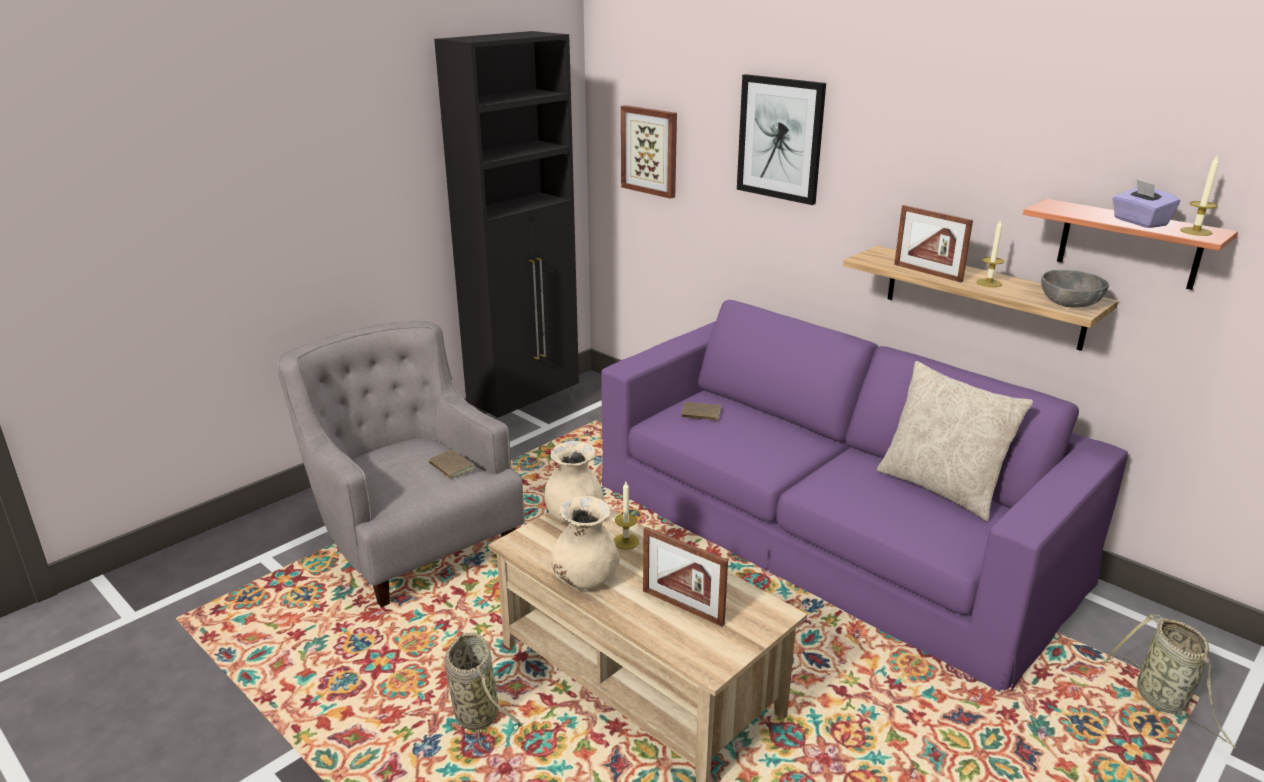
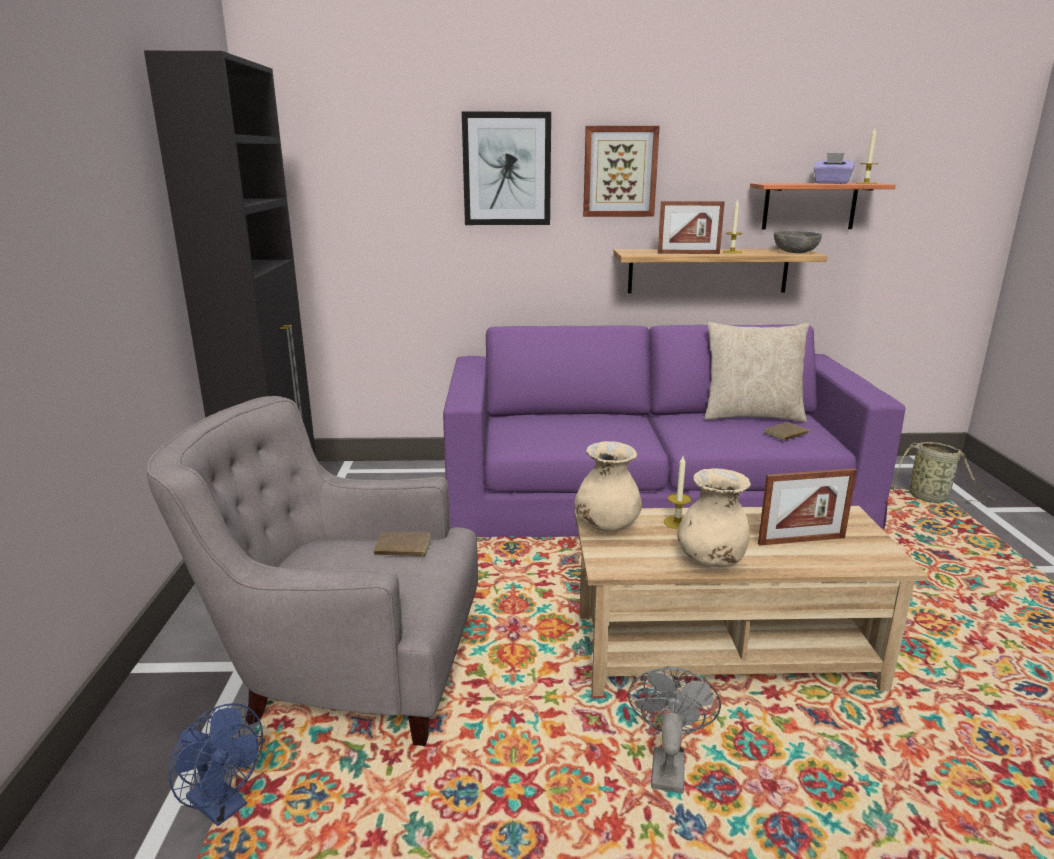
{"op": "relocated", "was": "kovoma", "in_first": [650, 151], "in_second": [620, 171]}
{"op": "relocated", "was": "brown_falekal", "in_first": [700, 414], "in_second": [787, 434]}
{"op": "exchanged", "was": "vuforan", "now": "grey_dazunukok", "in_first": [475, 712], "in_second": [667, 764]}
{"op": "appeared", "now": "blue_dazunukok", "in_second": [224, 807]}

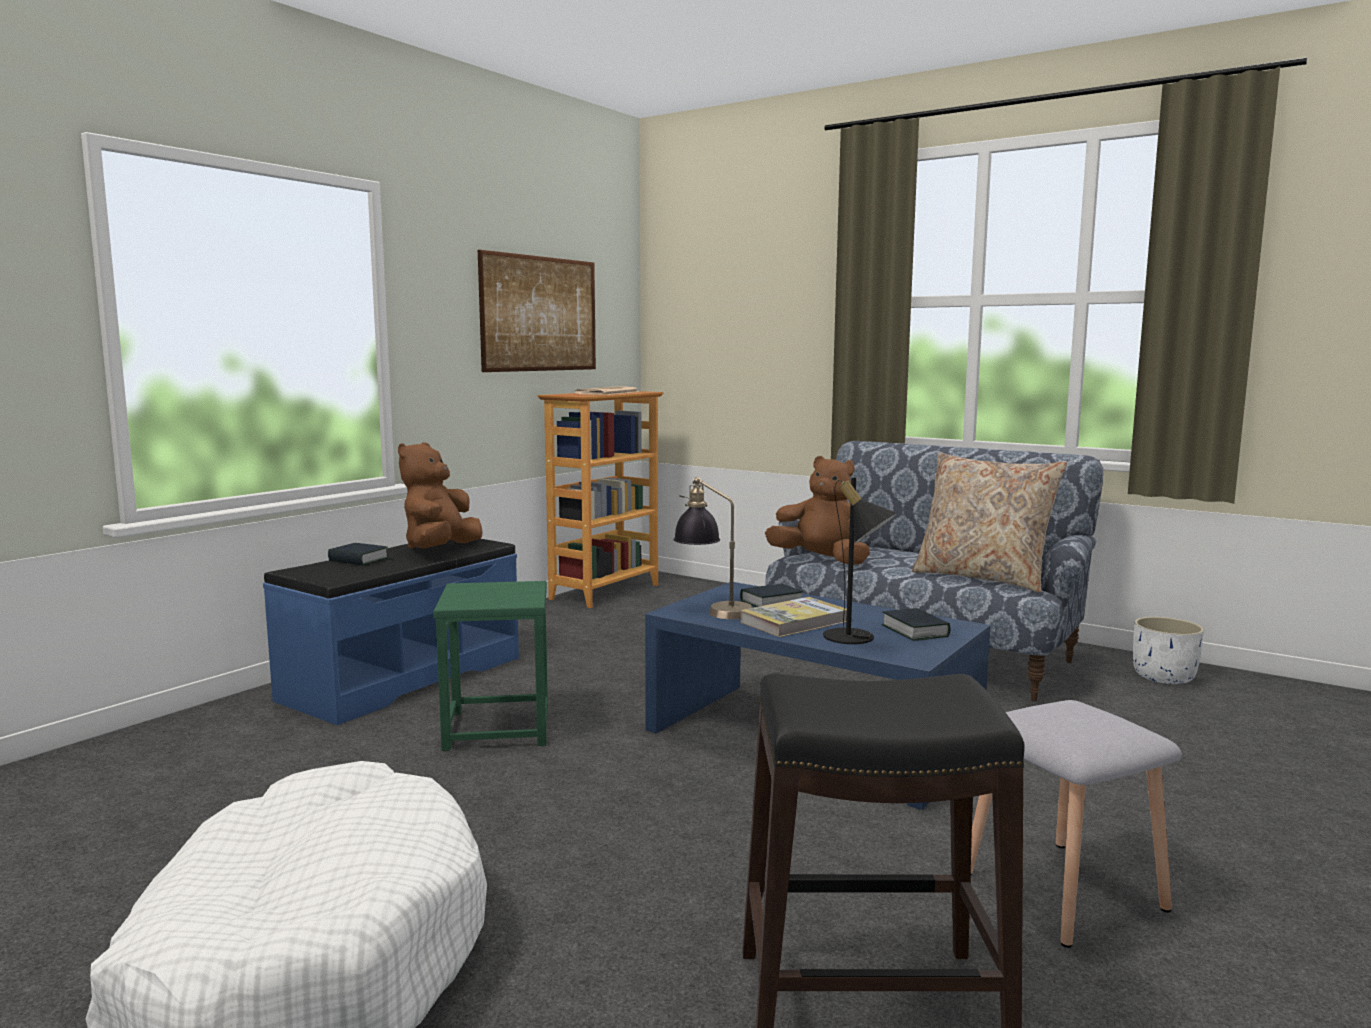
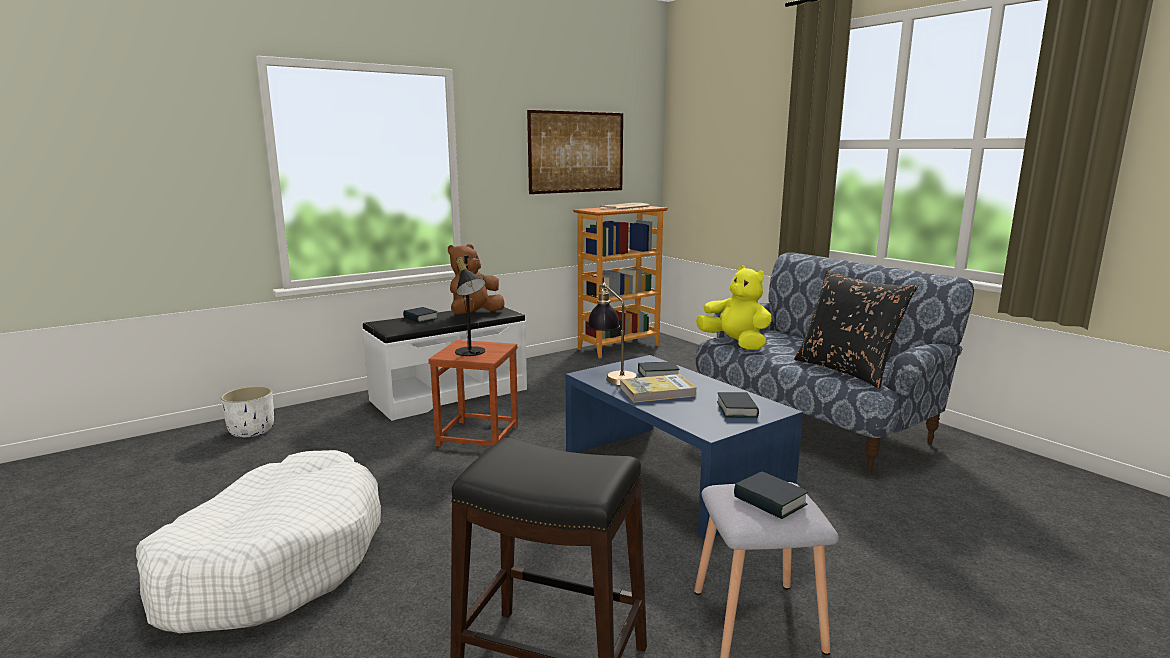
{"op": "colour", "was": "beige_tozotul", "now": "black_tozotul", "in_first": [983, 578], "in_second": [846, 370]}
{"op": "colour", "was": "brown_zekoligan", "now": "yellow_zekoligan", "in_first": [822, 560], "in_second": [735, 344]}
{"op": "relocated", "was": "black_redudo", "in_first": [856, 639], "in_second": [471, 353]}
{"op": "colour", "was": "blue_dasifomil", "now": "white_dasifomil", "in_first": [402, 678], "in_second": [449, 394]}
{"op": "colour", "was": "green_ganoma", "now": "brown_ganoma", "in_first": [498, 728], "in_second": [478, 436]}
{"op": "relocated", "was": "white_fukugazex", "in_first": [1164, 677], "in_second": [252, 431]}
{"op": "appeared", "now": "falekal", "in_second": [770, 501]}

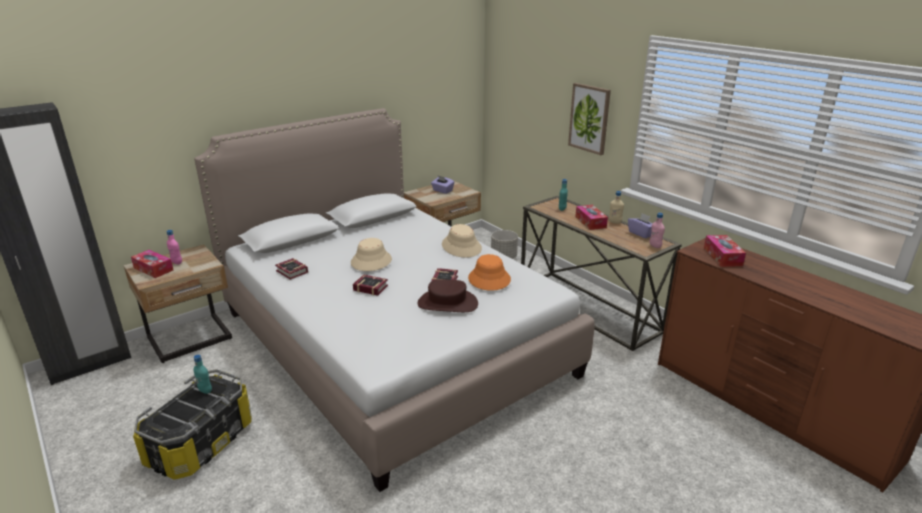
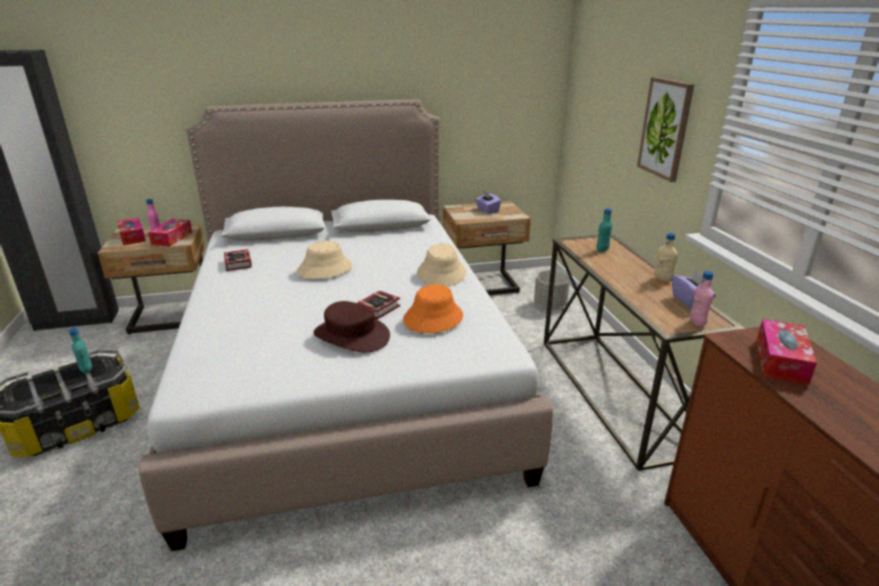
{"op": "relocated", "was": "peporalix", "in_first": [590, 222], "in_second": [172, 238]}
{"op": "missing", "was": "falekal", "in_first": [370, 287]}

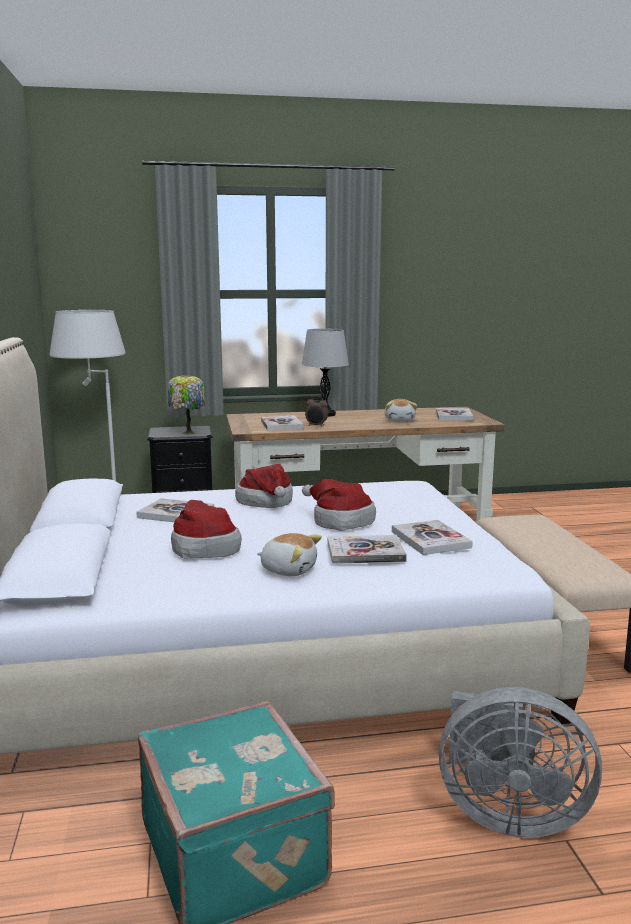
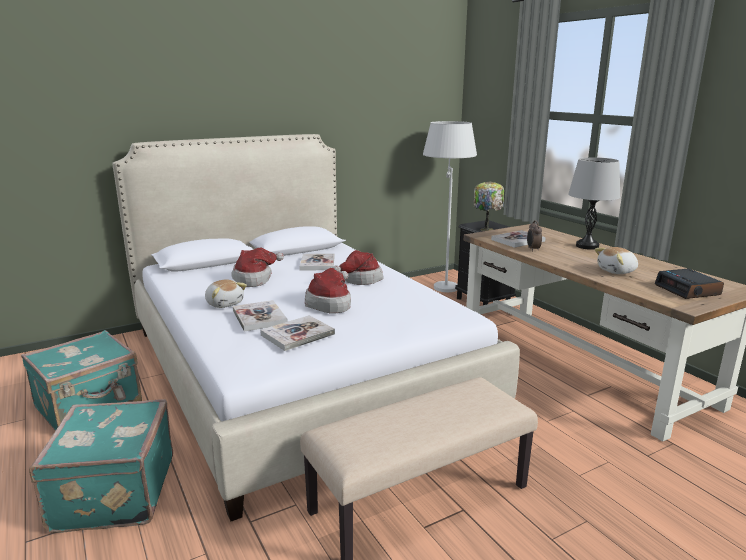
{"op": "exchanged", "was": "falekal", "now": "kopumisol", "in_first": [454, 416], "in_second": [688, 290]}
{"op": "spun", "was": "zekoligan", "in_first": [289, 569], "in_second": [225, 303], "clockwise": -45}
{"op": "exchanged", "was": "grey_dazunukok", "now": "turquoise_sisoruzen", "in_first": [506, 814], "in_second": [112, 493]}

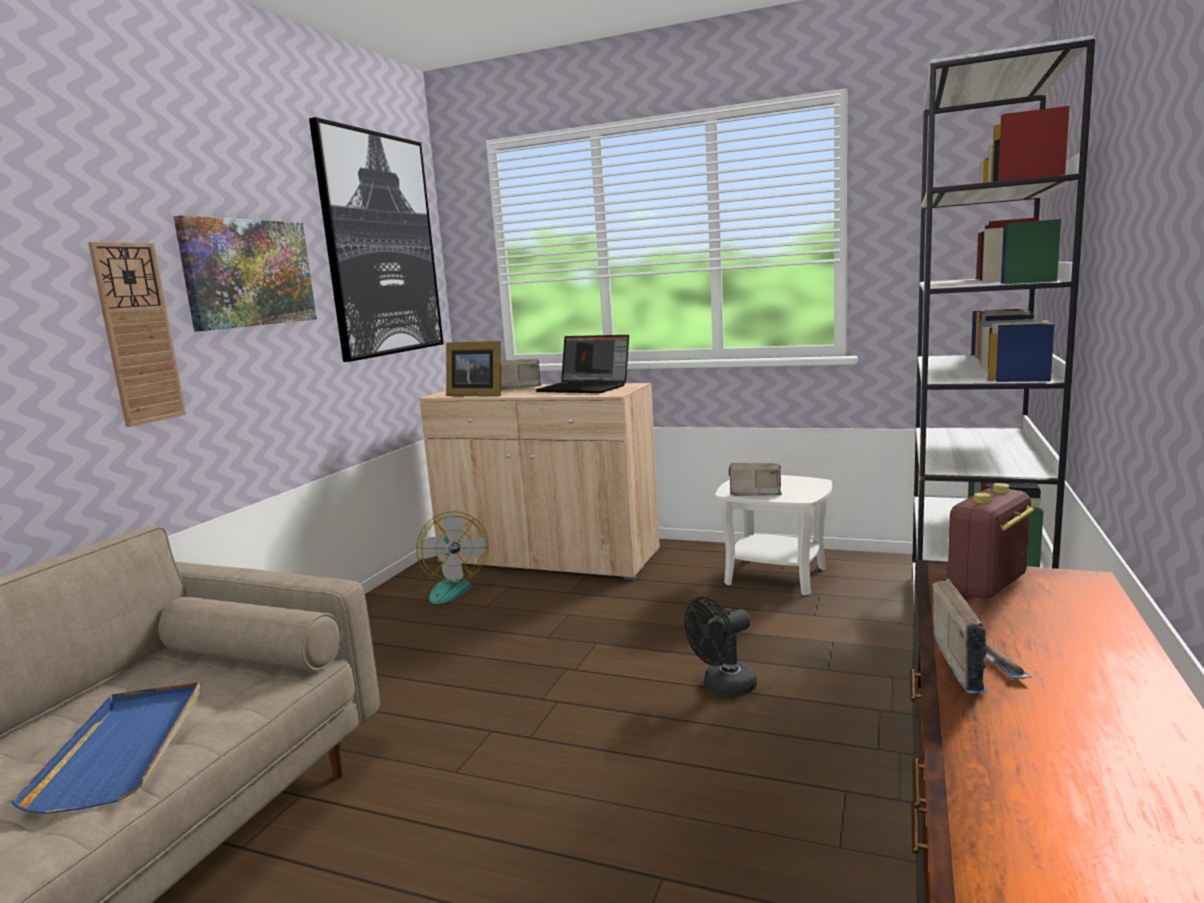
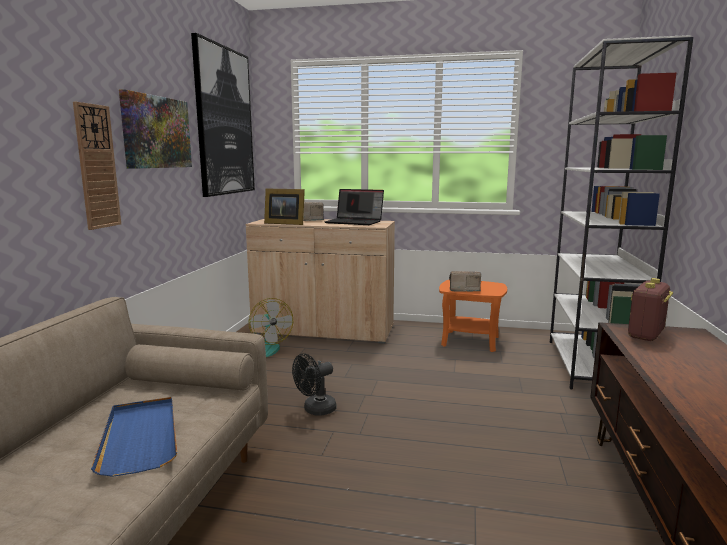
{"op": "colour", "was": "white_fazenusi", "now": "orange_fazenusi", "in_first": [776, 575], "in_second": [470, 341]}
{"op": "missing", "was": "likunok", "in_first": [973, 665]}
{"op": "relocated", "was": "black_dazunukok", "in_first": [723, 687], "in_second": [315, 410]}

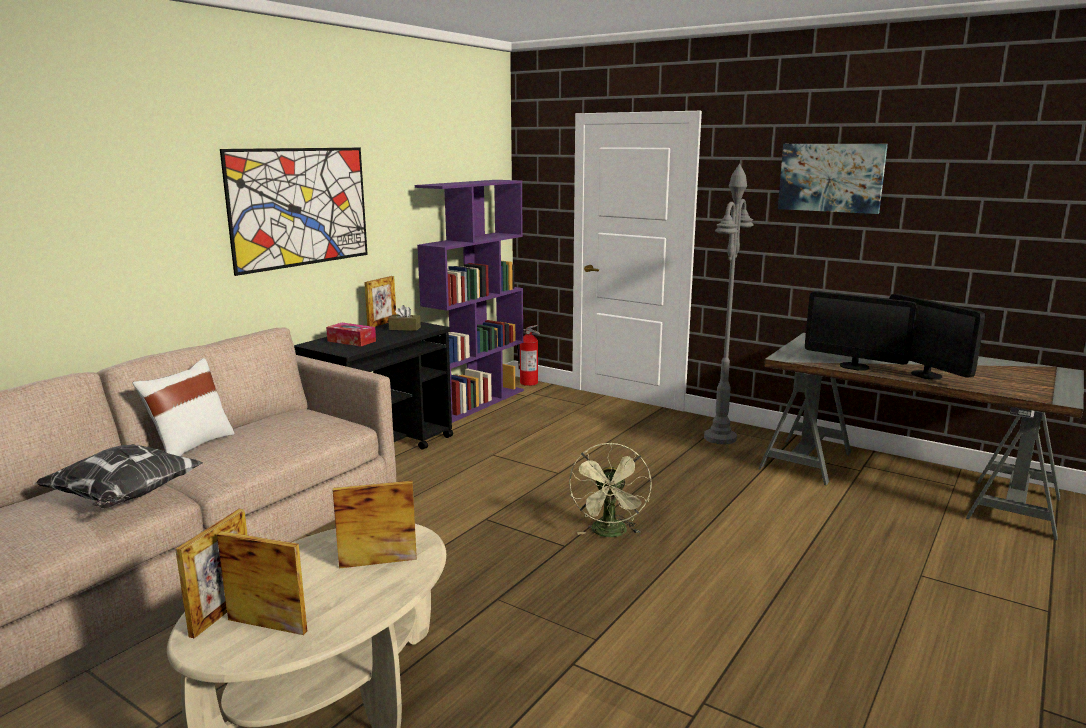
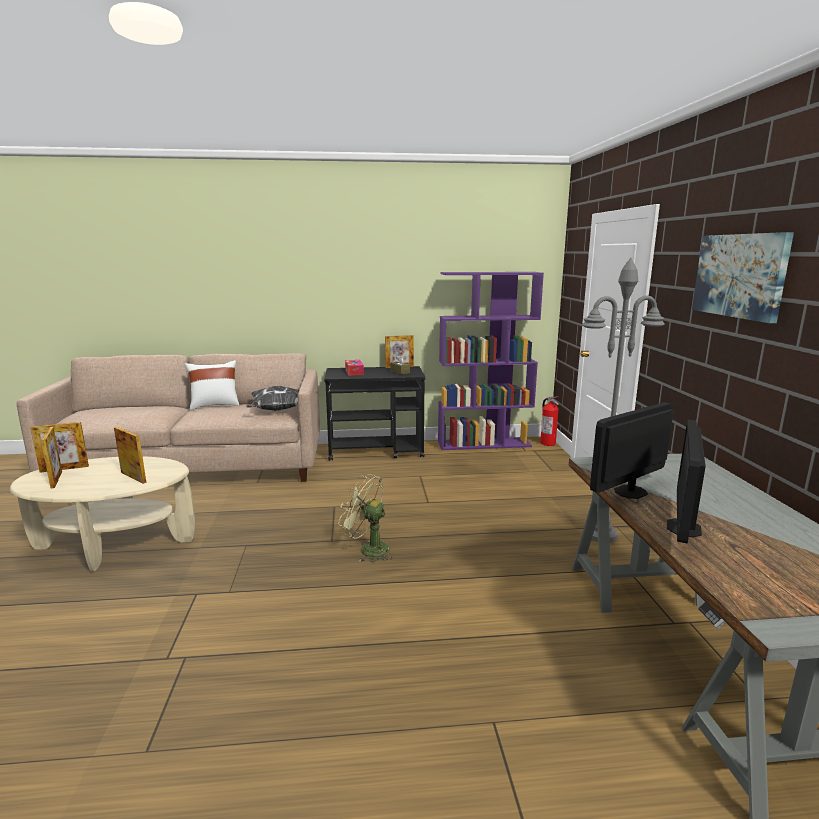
{"op": "missing", "was": "kovoma", "in_first": [300, 207]}
{"op": "spun", "was": "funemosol", "in_first": [854, 366], "in_second": [630, 492], "clockwise": 60}
{"op": "spun", "was": "green_dazunukok", "in_first": [610, 533], "in_second": [368, 549], "clockwise": 60}
{"op": "relocated", "was": "tozotul", "in_first": [125, 498], "in_second": [276, 410]}

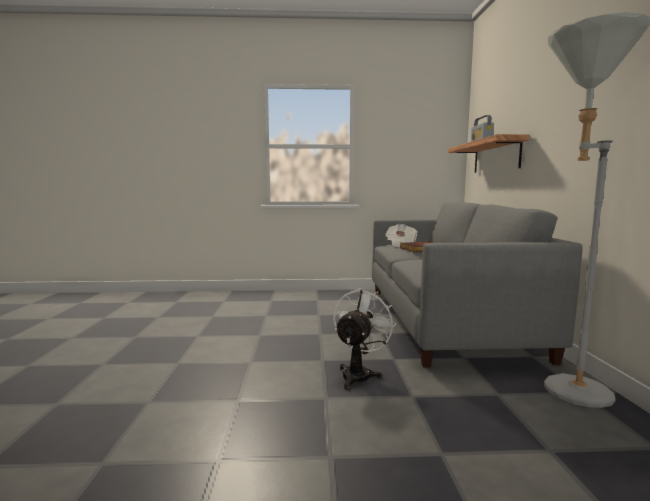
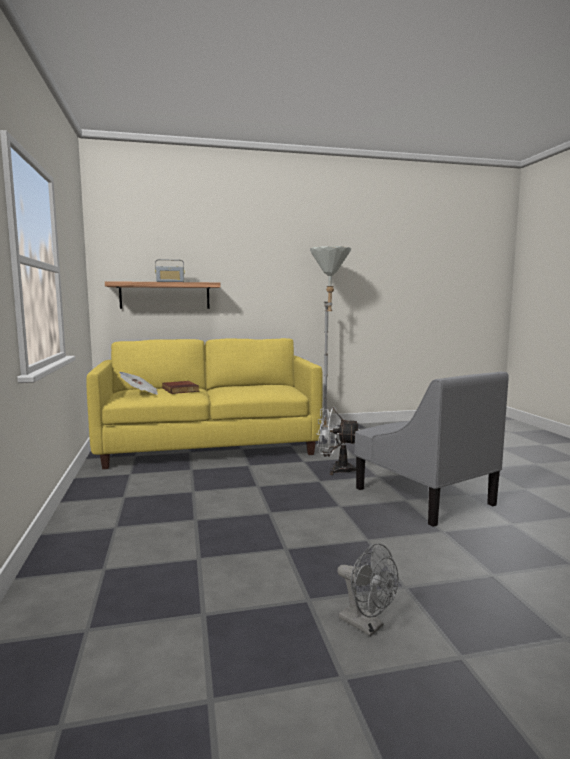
{"op": "colour", "was": "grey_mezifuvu", "now": "yellow_mezifuvu", "in_first": [444, 320], "in_second": [209, 446]}
{"op": "appeared", "now": "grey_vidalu", "in_second": [422, 496]}
{"op": "appeared", "now": "grey_dazunukok", "in_second": [367, 625]}

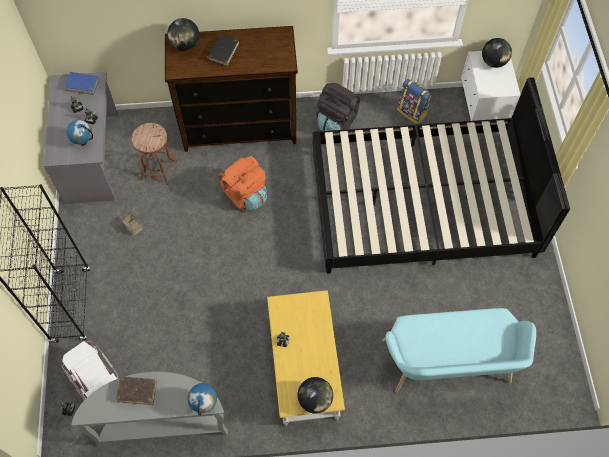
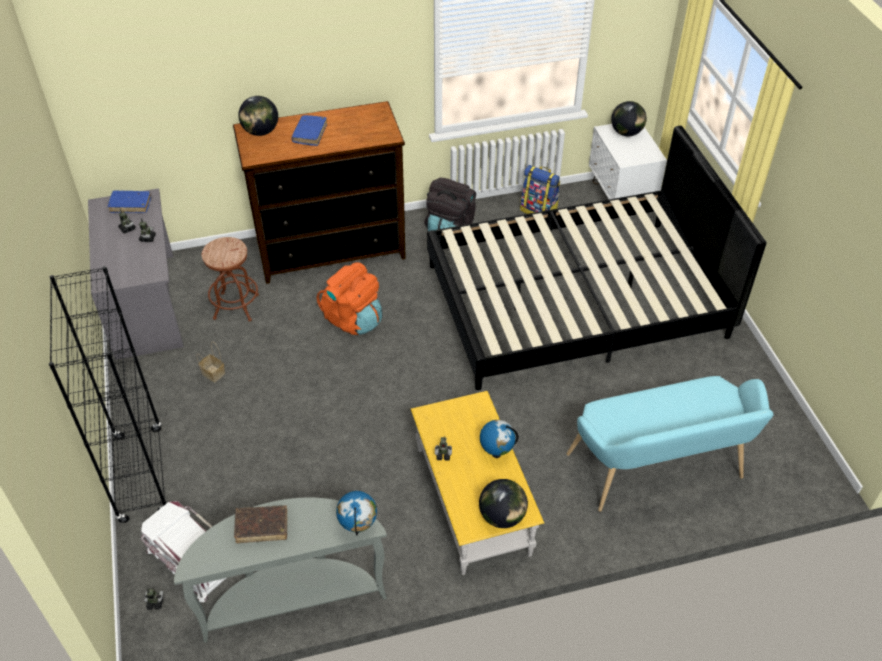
{"op": "colour", "was": "black_falekal", "now": "blue_falekal", "in_first": [223, 52], "in_second": [310, 134]}
{"op": "relocated", "was": "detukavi", "in_first": [83, 142], "in_second": [496, 453]}

